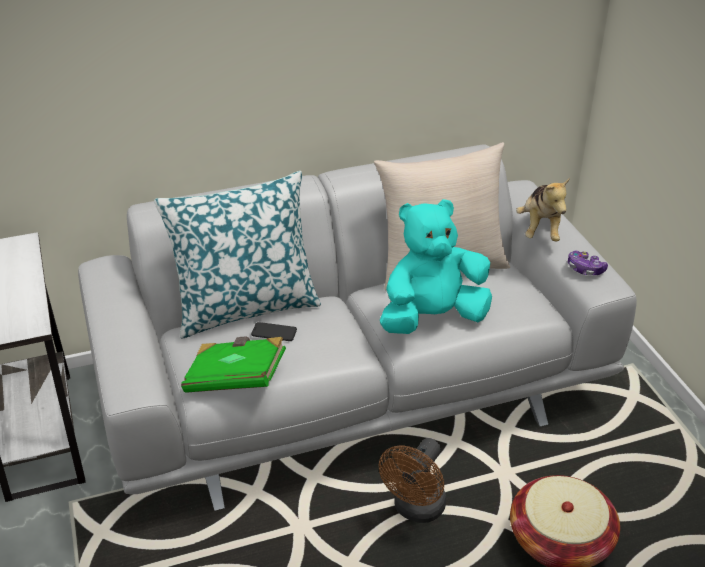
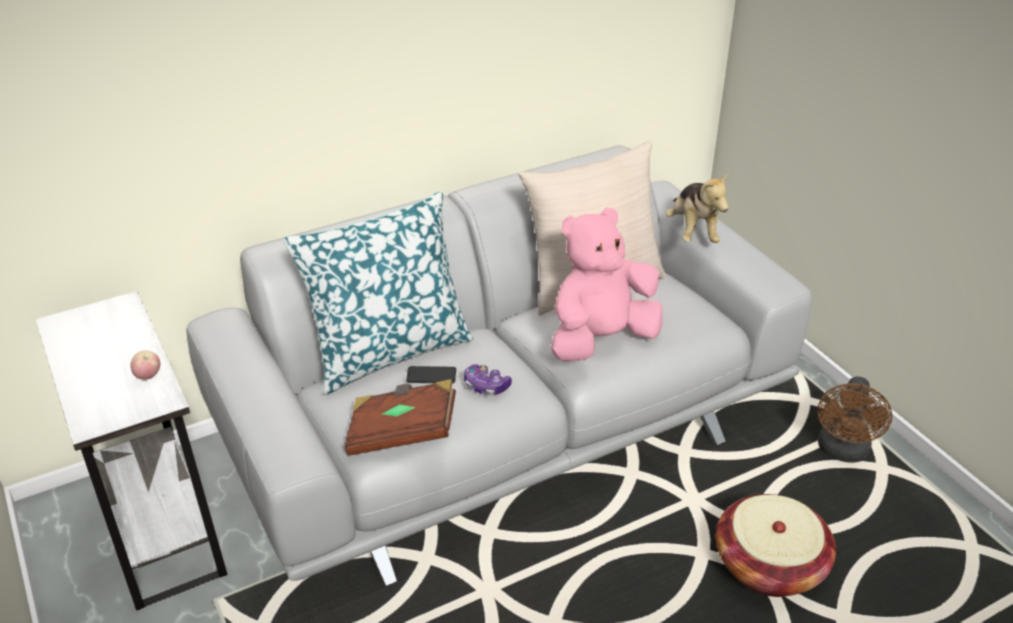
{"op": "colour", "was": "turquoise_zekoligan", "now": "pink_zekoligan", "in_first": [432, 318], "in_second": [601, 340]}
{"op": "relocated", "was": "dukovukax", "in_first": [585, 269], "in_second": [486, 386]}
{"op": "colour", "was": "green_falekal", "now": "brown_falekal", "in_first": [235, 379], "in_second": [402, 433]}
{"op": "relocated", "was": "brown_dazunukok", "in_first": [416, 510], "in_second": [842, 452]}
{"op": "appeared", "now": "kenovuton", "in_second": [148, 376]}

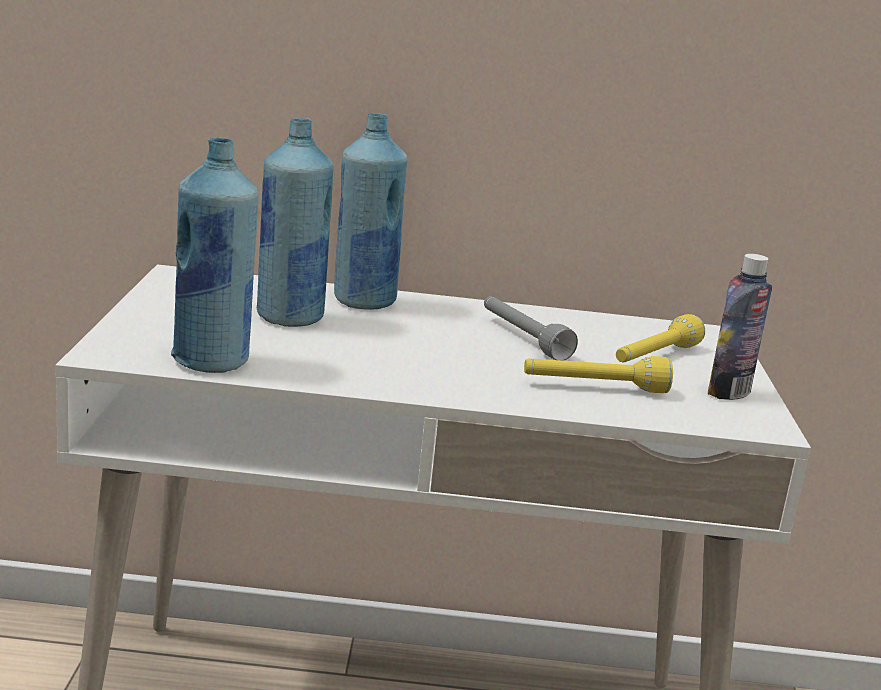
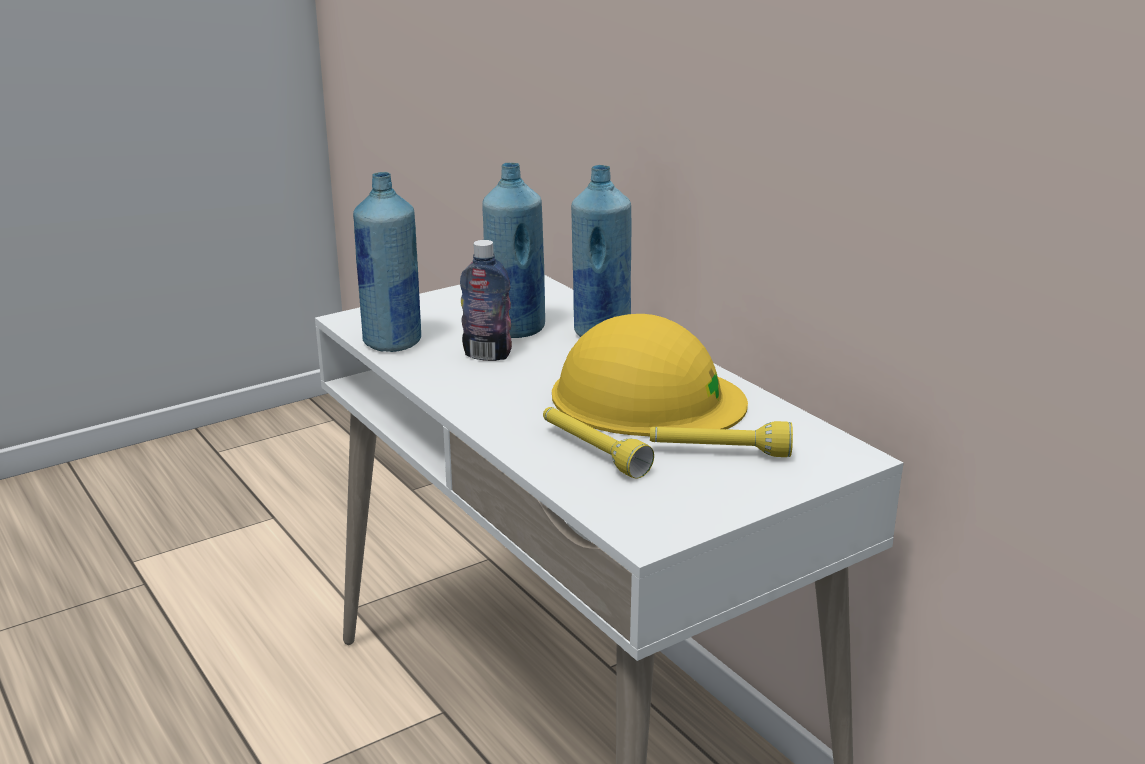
{"op": "relocated", "was": "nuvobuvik", "in_first": [729, 392], "in_second": [487, 355]}
{"op": "exchanged", "was": "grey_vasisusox", "now": "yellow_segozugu", "in_first": [522, 338], "in_second": [646, 398]}

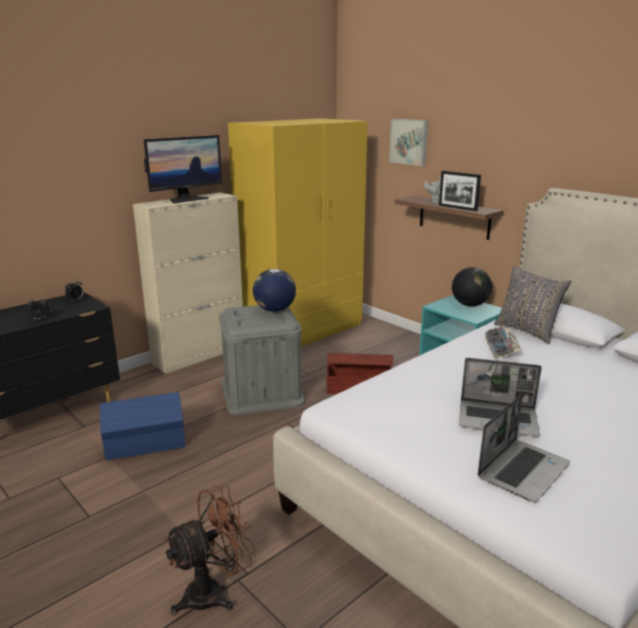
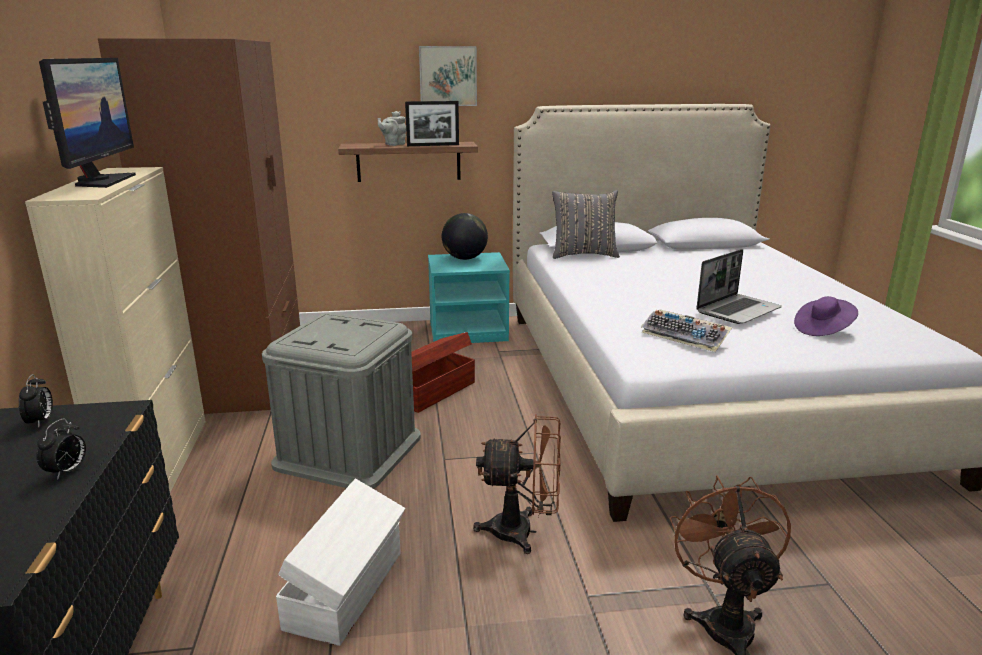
{"op": "colour", "was": "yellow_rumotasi", "now": "brown_rumotasi", "in_first": [302, 331], "in_second": [244, 372]}
{"op": "relocated", "was": "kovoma", "in_first": [409, 141], "in_second": [448, 76]}
{"op": "missing", "was": "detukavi", "in_first": [274, 310]}
{"op": "relocated", "was": "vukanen", "in_first": [502, 348], "in_second": [686, 337]}
{"op": "colour", "was": "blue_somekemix", "now": "white_somekemix", "in_first": [146, 445], "in_second": [347, 589]}
{"op": "exchanged", "was": "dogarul", "now": "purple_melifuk", "in_first": [522, 470], "in_second": [823, 329]}
{"op": "appeared", "now": "brown_dazunukok", "in_second": [523, 532]}

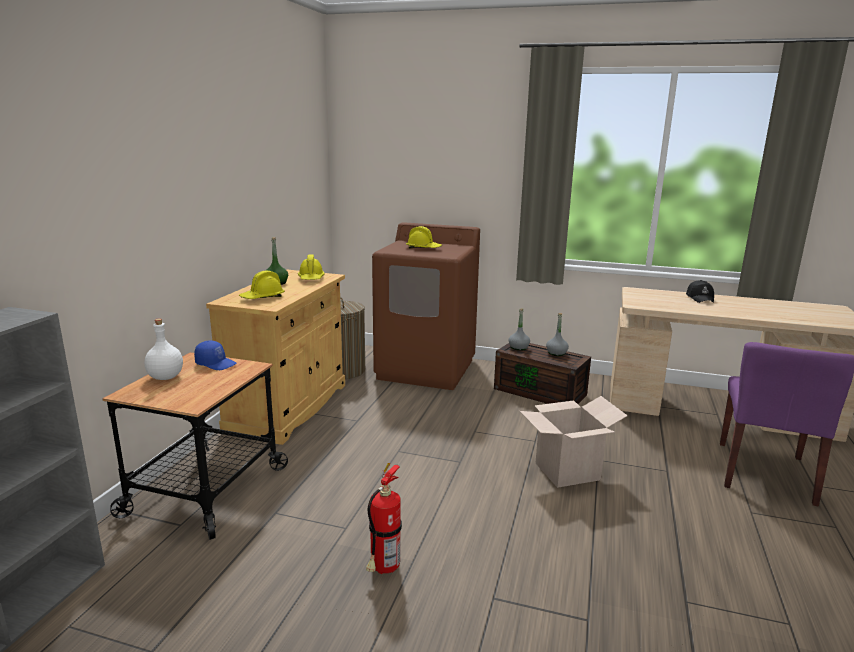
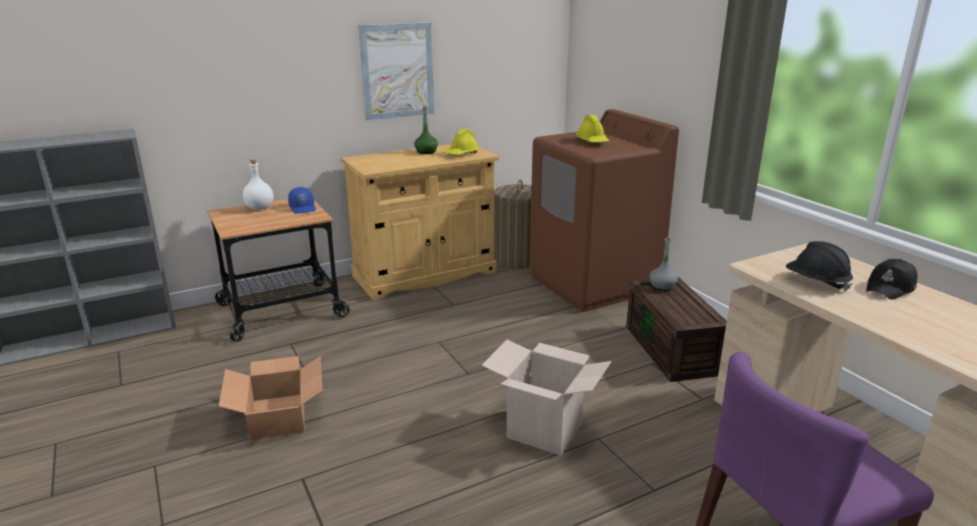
{"op": "missing", "was": "yellow_segozugu", "in_first": [262, 297]}
{"op": "missing", "was": "grey_nuvobuvik", "in_first": [556, 353]}
{"op": "exchanged", "was": "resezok", "now": "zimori", "in_first": [383, 570], "in_second": [279, 415]}
{"op": "appeared", "now": "kovoma", "in_second": [397, 71]}
{"op": "appeared", "now": "black_segozugu", "in_second": [816, 282]}

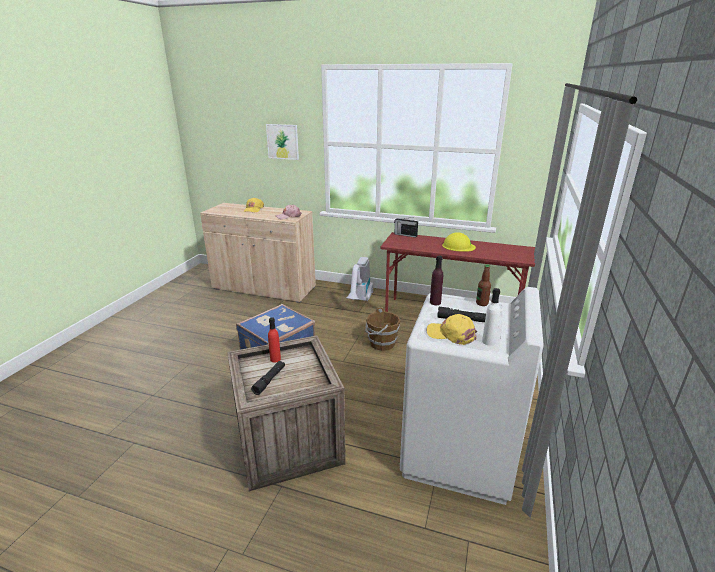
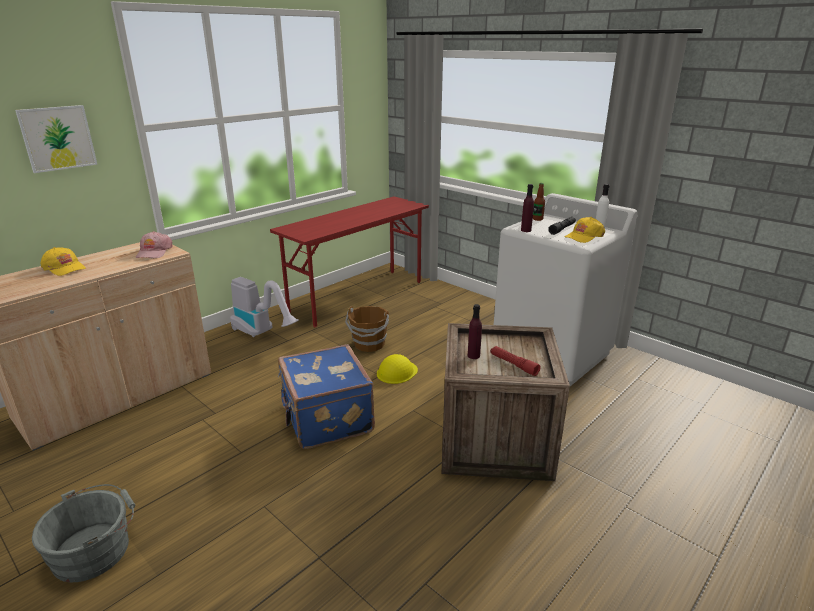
{"op": "missing", "was": "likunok", "in_first": [405, 235]}
{"op": "relocated", "was": "yellow_segozugu", "in_first": [458, 246], "in_second": [397, 372]}
{"op": "colour", "was": "red_nuvobuvik", "now": "purple_nuvobuvik", "in_first": [275, 359], "in_second": [473, 355]}
{"op": "colour", "was": "black_vasisusox", "now": "red_vasisusox", "in_first": [269, 380], "in_second": [513, 364]}
{"op": "appeared", "now": "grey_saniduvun", "in_second": [96, 549]}

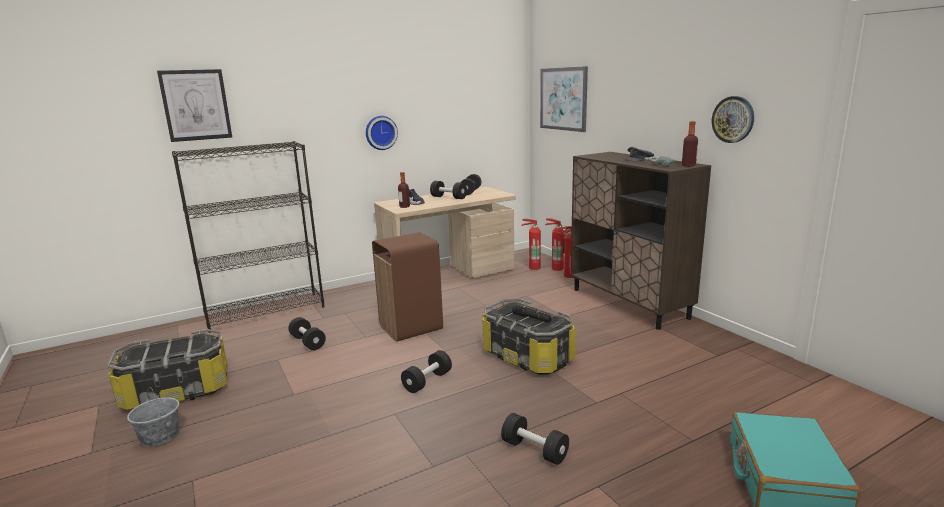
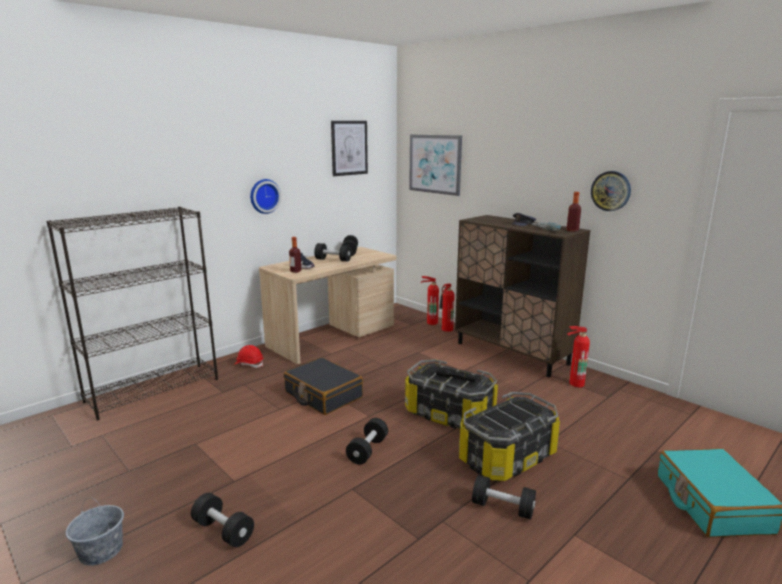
{"op": "relocated", "was": "kovoma", "in_first": [196, 105], "in_second": [349, 148]}
{"op": "relocated", "was": "resezok", "in_first": [533, 267], "in_second": [574, 383]}
{"op": "exchanged", "was": "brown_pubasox", "now": "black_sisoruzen", "in_first": [411, 328], "in_second": [323, 395]}
{"op": "relocated", "was": "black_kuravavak", "in_first": [308, 342], "in_second": [223, 531]}
{"op": "relocated", "was": "somekemix", "in_first": [177, 391], "in_second": [507, 457]}
{"op": "appeared", "now": "red_segozugu", "in_second": [249, 364]}

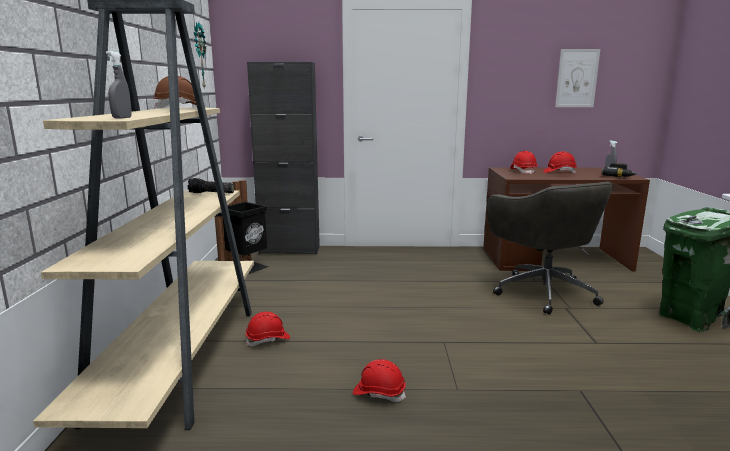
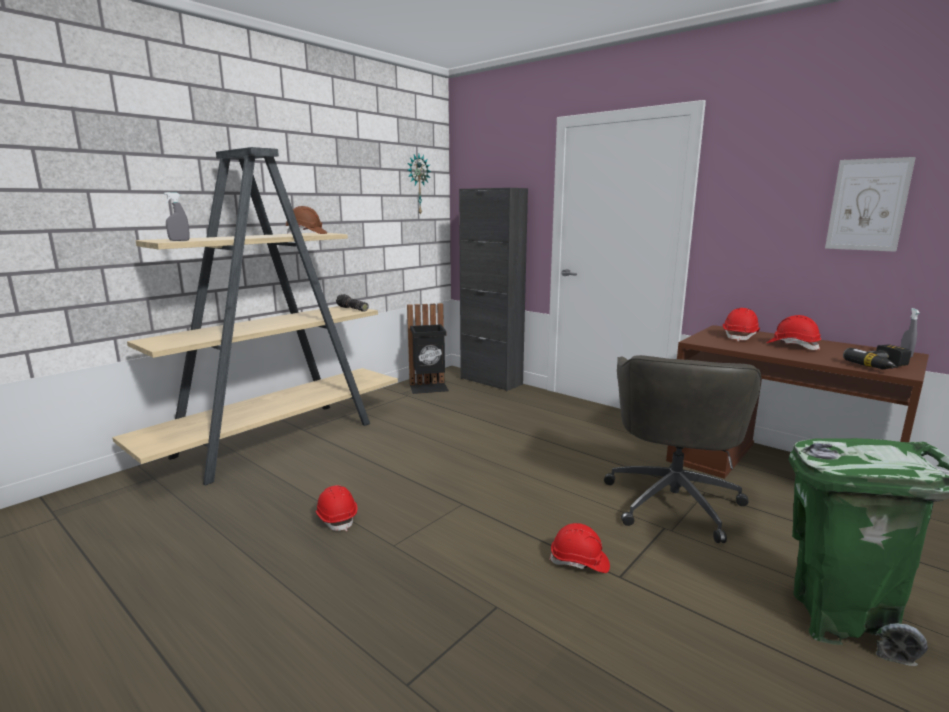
{"op": "relocated", "was": "red_segozugu", "in_first": [268, 340], "in_second": [579, 562]}

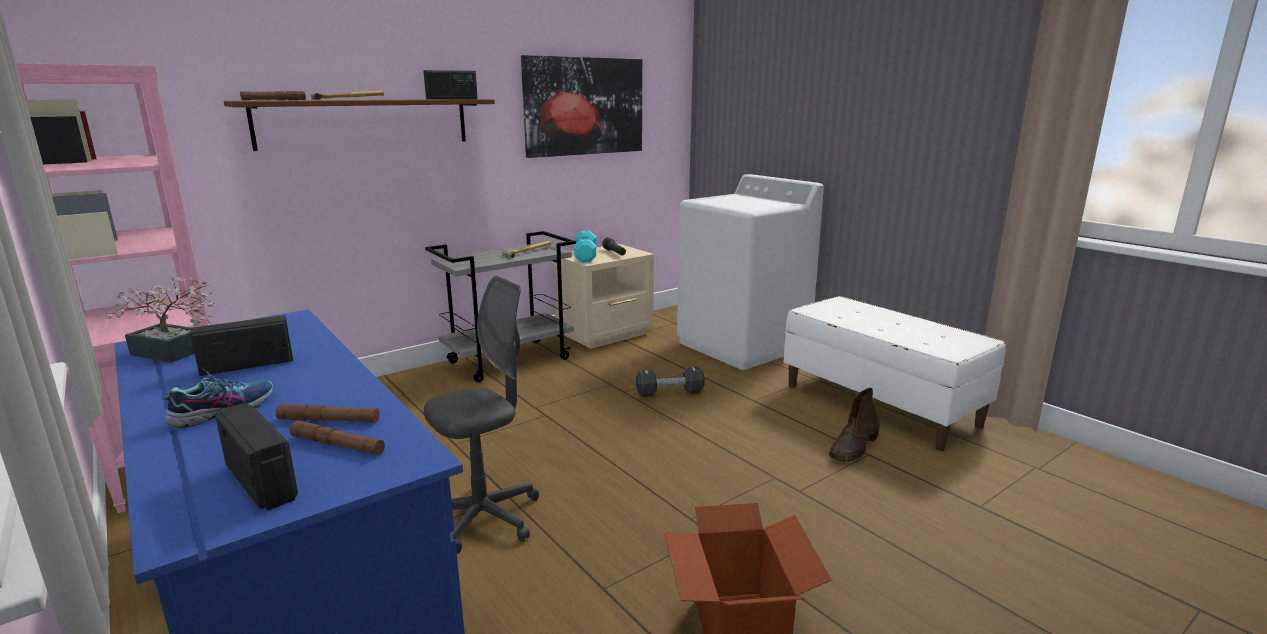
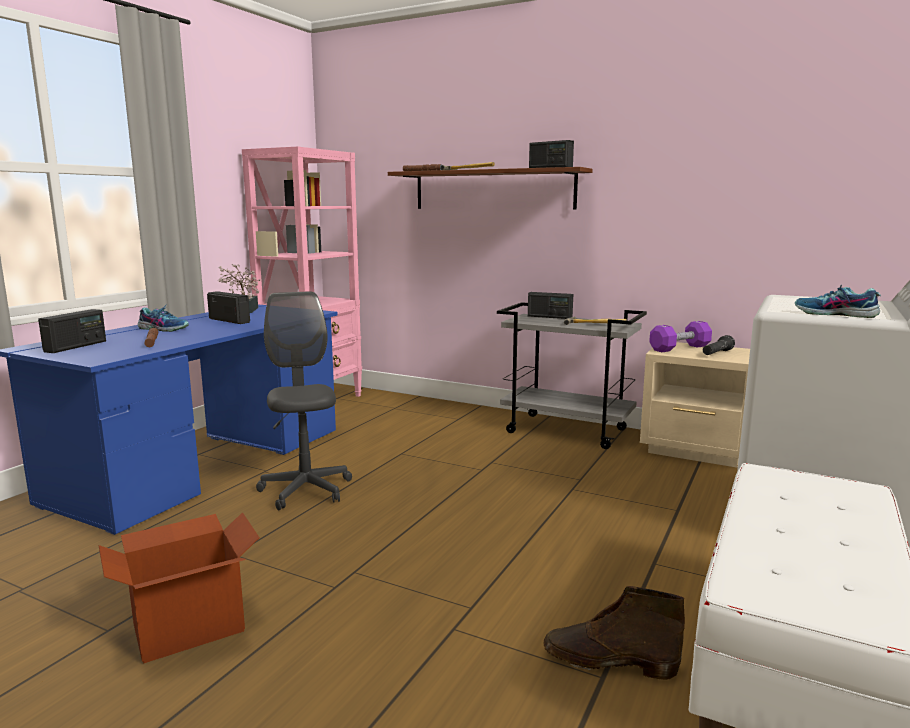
{"op": "missing", "was": "kovoma", "in_first": [584, 106]}
{"op": "colour", "was": "turquoise_kuravavak", "now": "purple_kuravavak", "in_first": [585, 256], "in_second": [679, 348]}
{"op": "spun", "was": "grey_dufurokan", "in_first": [484, 518], "in_second": [306, 490], "clockwise": -135}
{"op": "missing", "was": "black_kuravavak", "in_first": [669, 393]}
{"op": "missing", "was": "brown_vasisusox", "in_first": [337, 445]}
{"op": "appeared", "now": "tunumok", "in_second": [835, 314]}
{"op": "appeared", "now": "likunok", "in_second": [549, 317]}

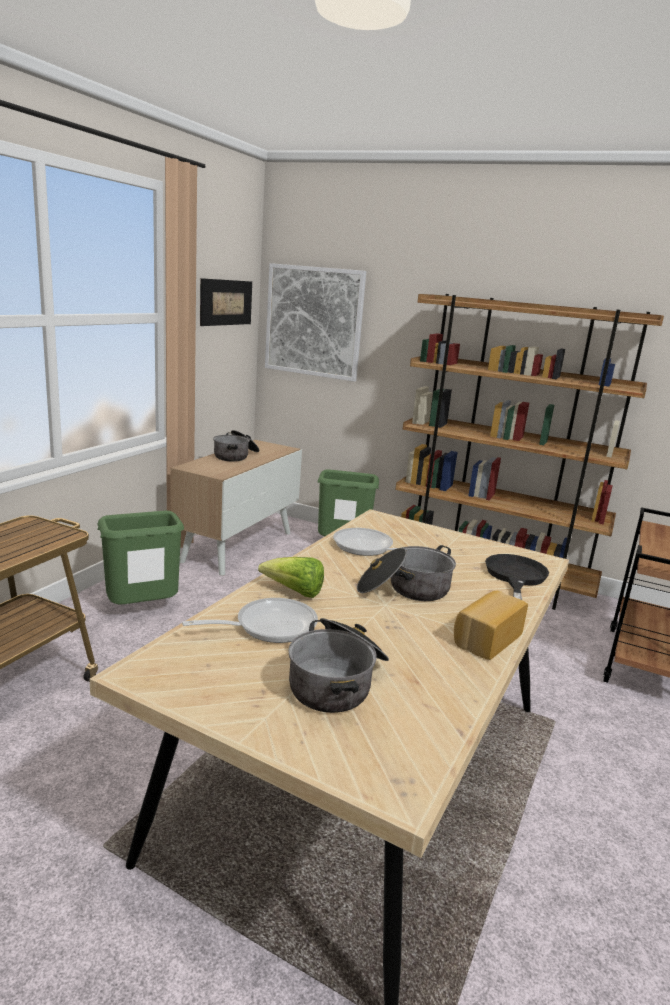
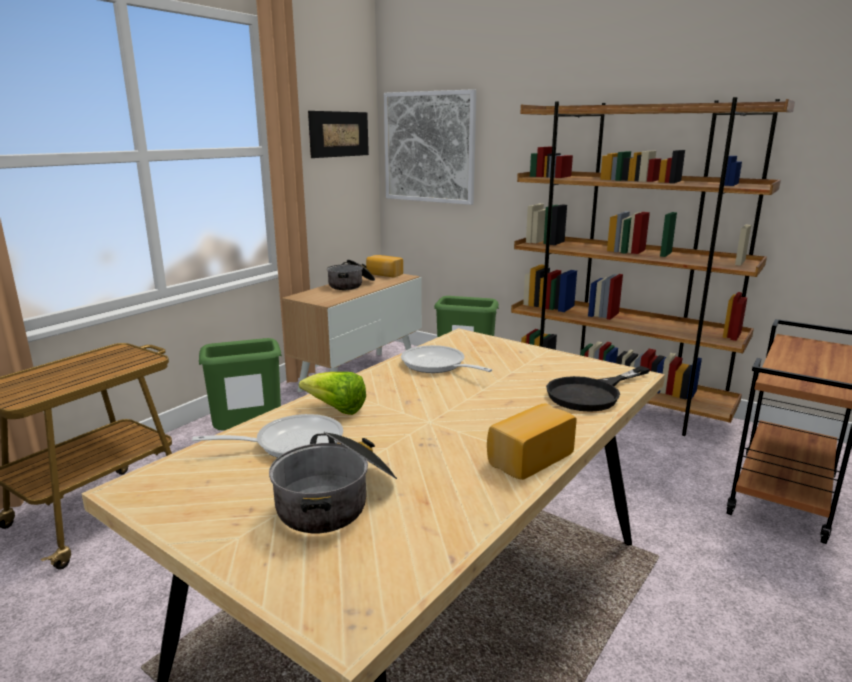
{"op": "missing", "was": "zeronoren", "in_first": [404, 590]}
{"op": "spun", "was": "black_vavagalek", "in_first": [515, 578], "in_second": [591, 393], "clockwise": -150}
{"op": "appeared", "now": "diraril", "in_second": [384, 274]}

